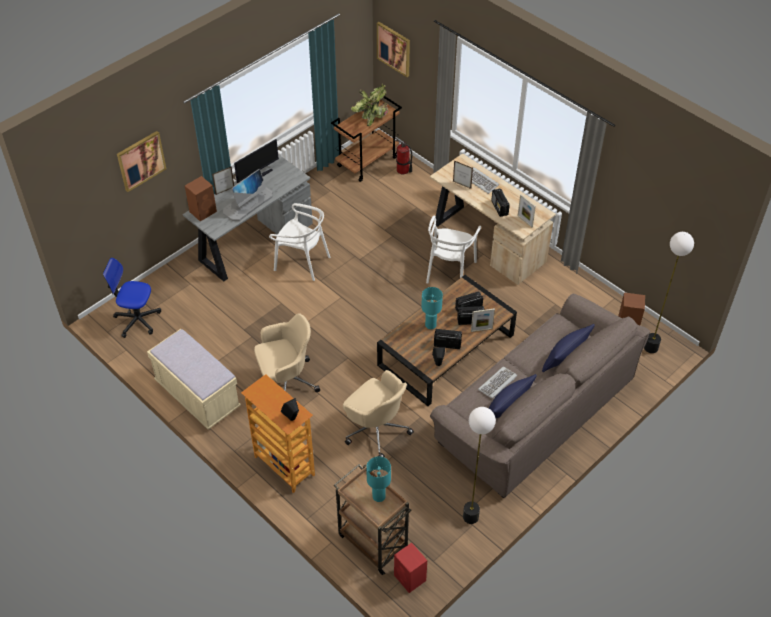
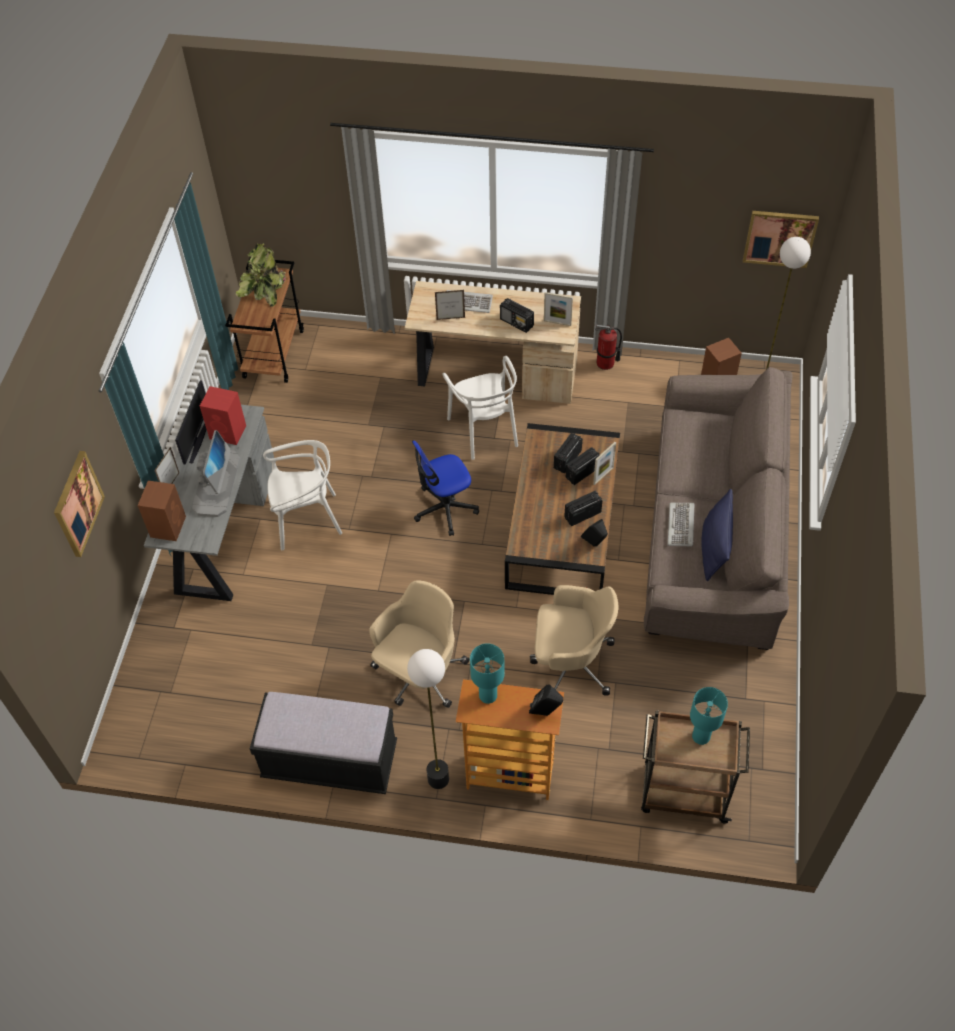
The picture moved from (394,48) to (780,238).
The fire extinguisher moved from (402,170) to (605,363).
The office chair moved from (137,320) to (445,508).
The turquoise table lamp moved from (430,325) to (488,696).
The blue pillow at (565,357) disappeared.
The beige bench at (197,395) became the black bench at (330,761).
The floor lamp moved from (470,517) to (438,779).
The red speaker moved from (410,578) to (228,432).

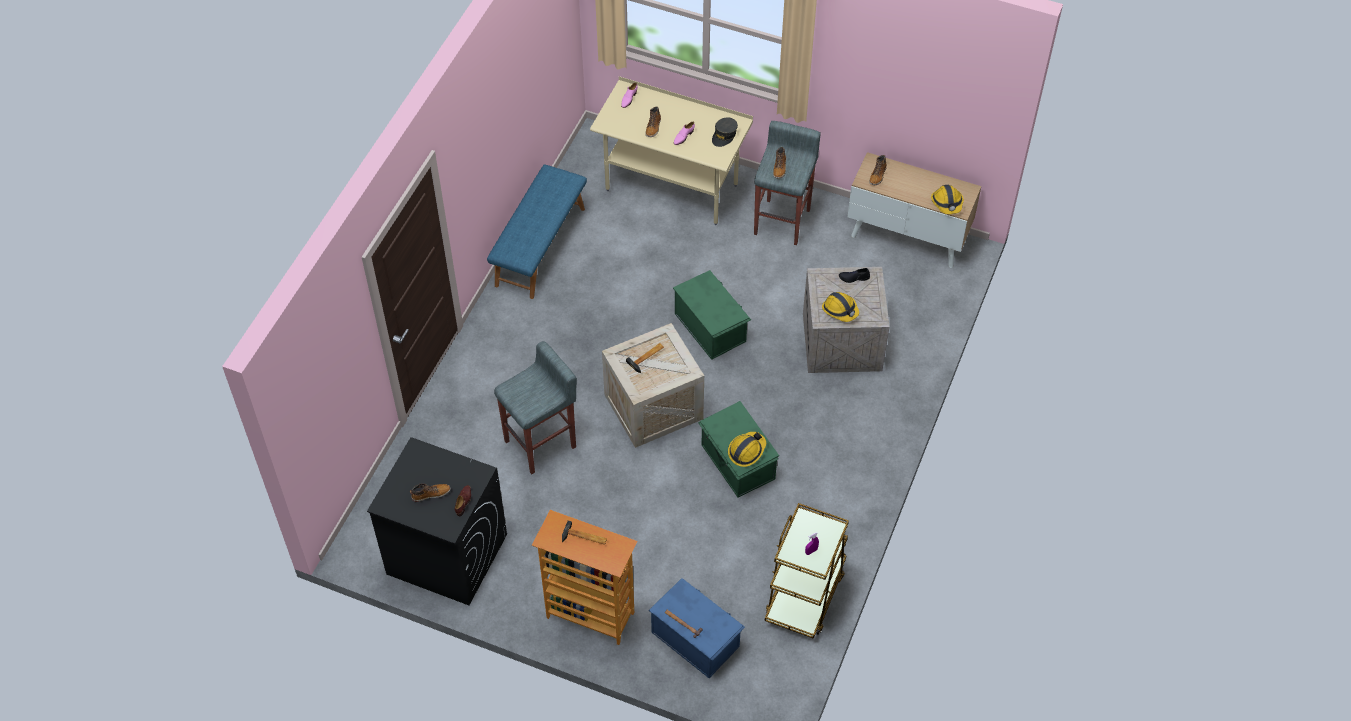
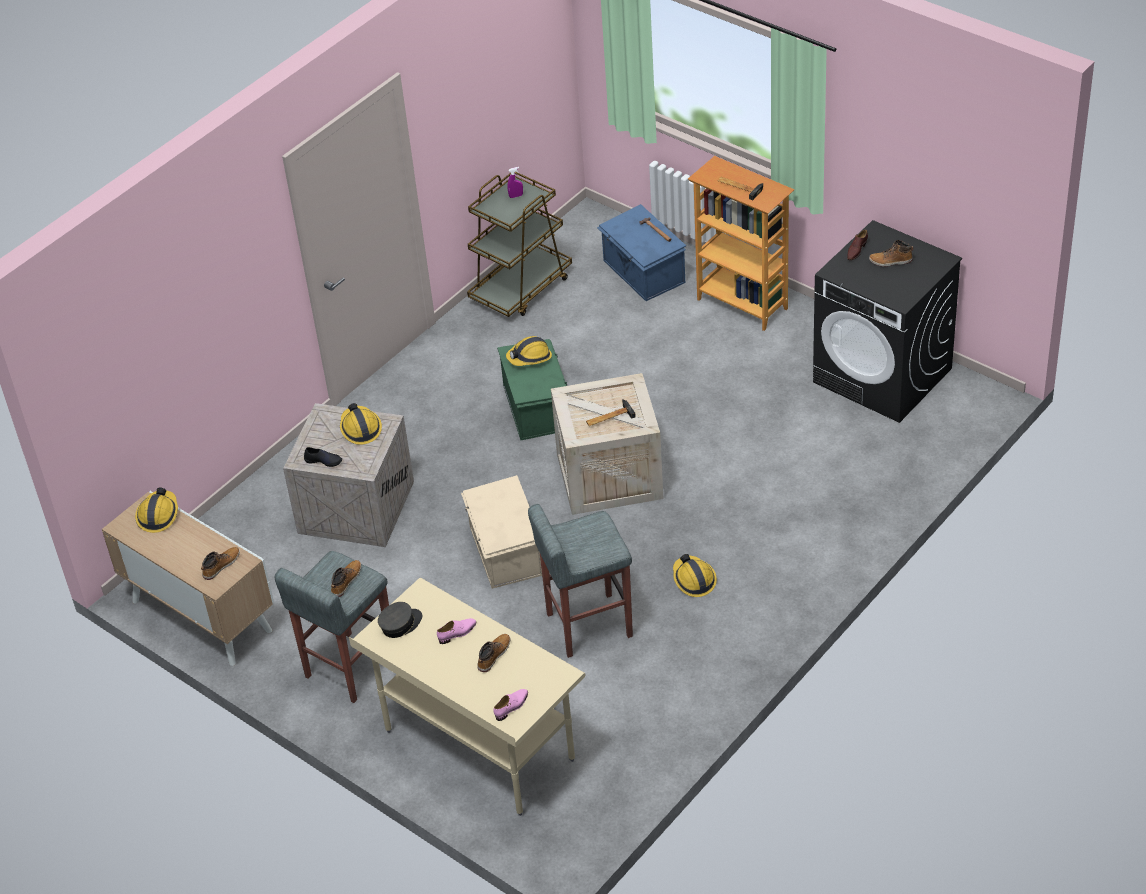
The blue bench at (539,246) disappeared.
The green storage box at (710,326) became the beige storage box at (505,552).
The grey stool moved from (541,444) to (587,625).
The hard hat at (693,580) appeared.

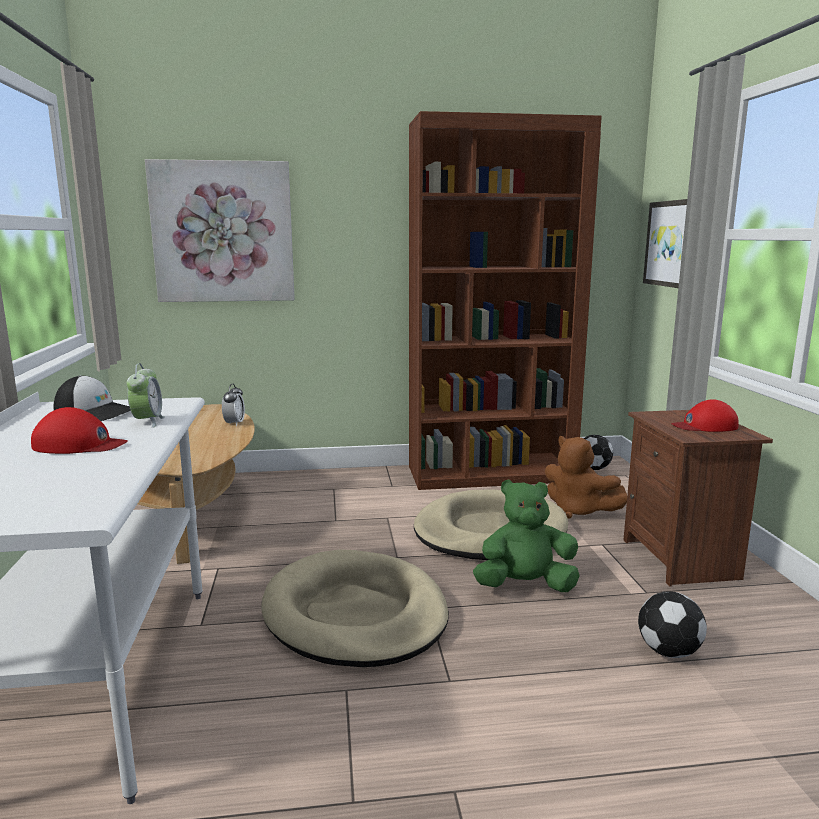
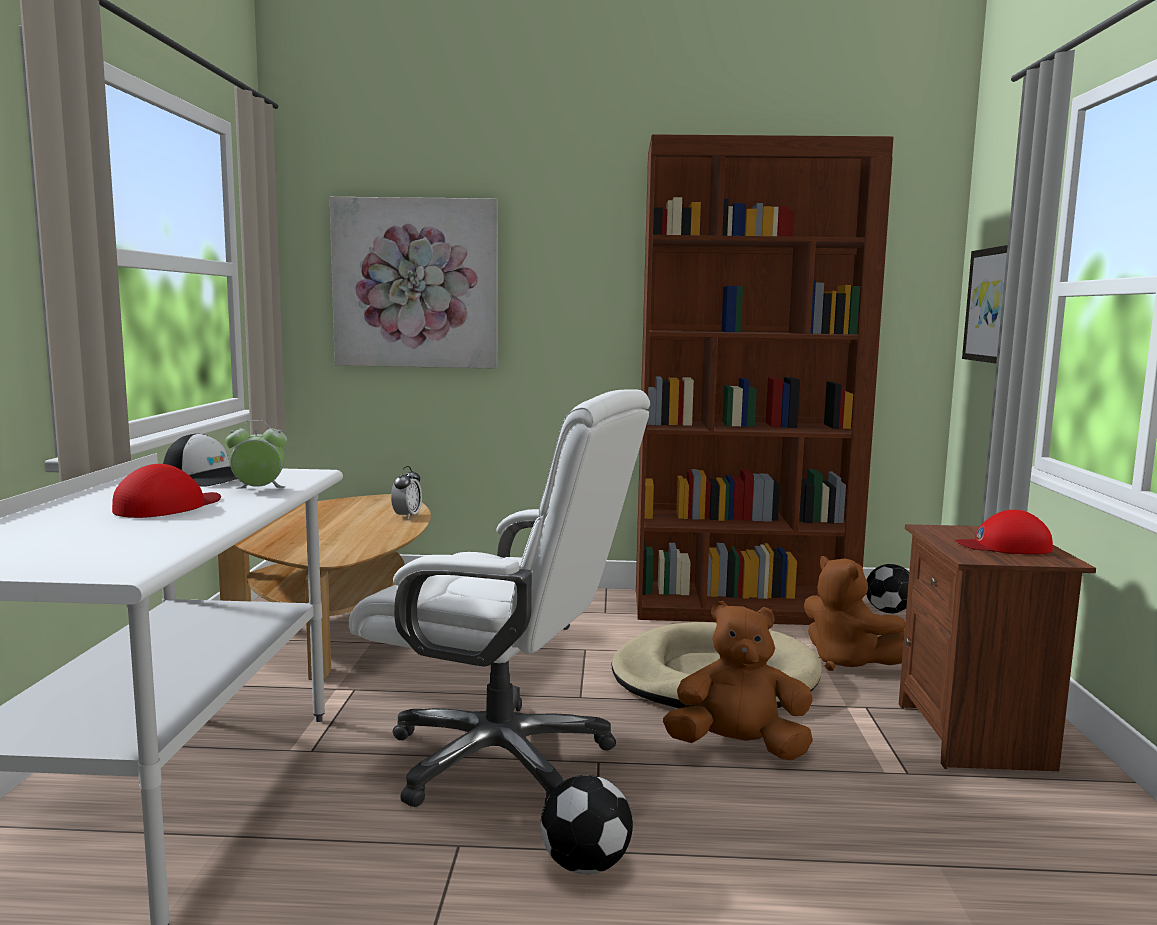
The alarm clock at (147,422) turned 105 degrees counterclockwise.
The red cap at (79,445) turned 75 degrees counterclockwise.
The green plush toy at (525,586) became the brown plush toy at (738,748).
The beige dog bed at (355,614) was replaced by the white office chair at (502,759).
The football moved from (667,652) to (584,865).

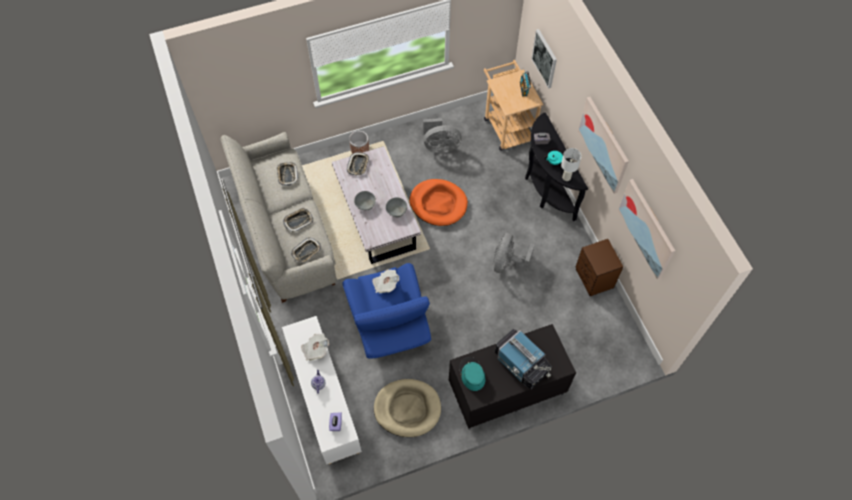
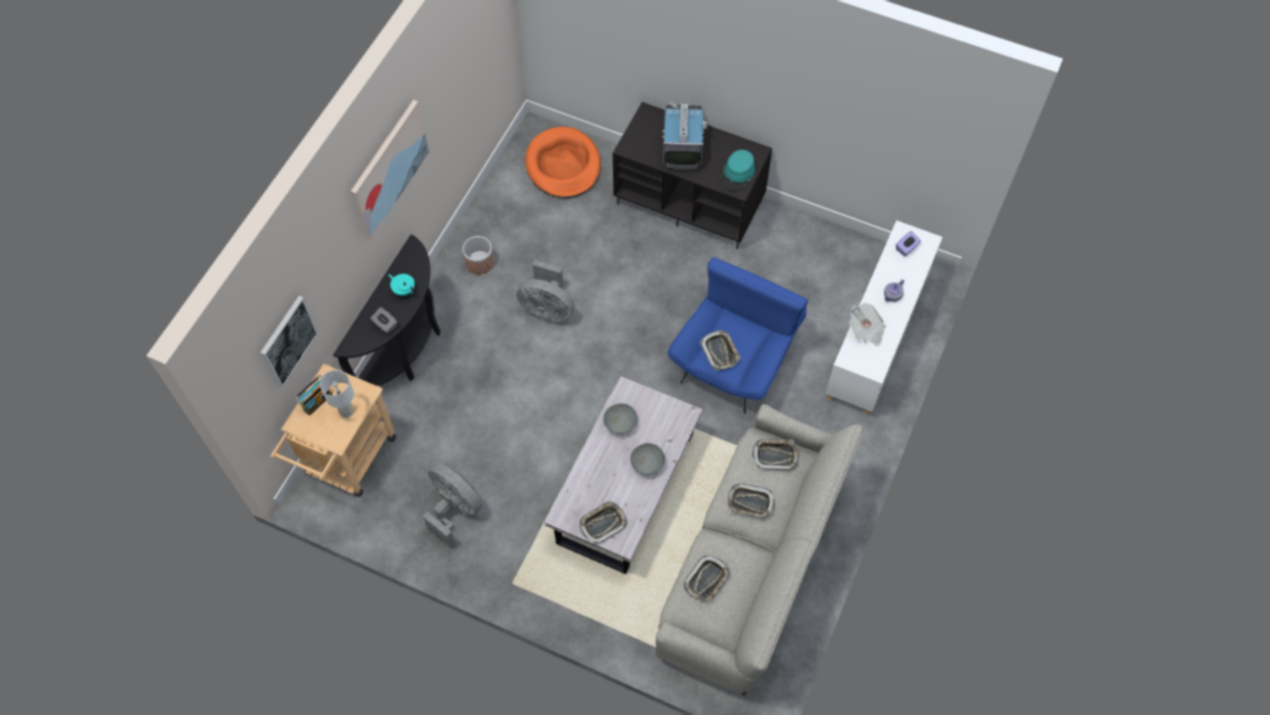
The planter moved from (359,148) to (480,262).
The white table lamp moved from (566,177) to (347,411).
The orange dog bed moved from (438,204) to (563,165).
The picture at (647,228) disappeared.
The grey fan at (507,263) turned 45 degrees clockwise.
The brown nightstand at (594,279) disappeared.
The newspaper at (385,284) was replaced by the tray at (720,352).
The beige dog bed at (407,408) disappeared.

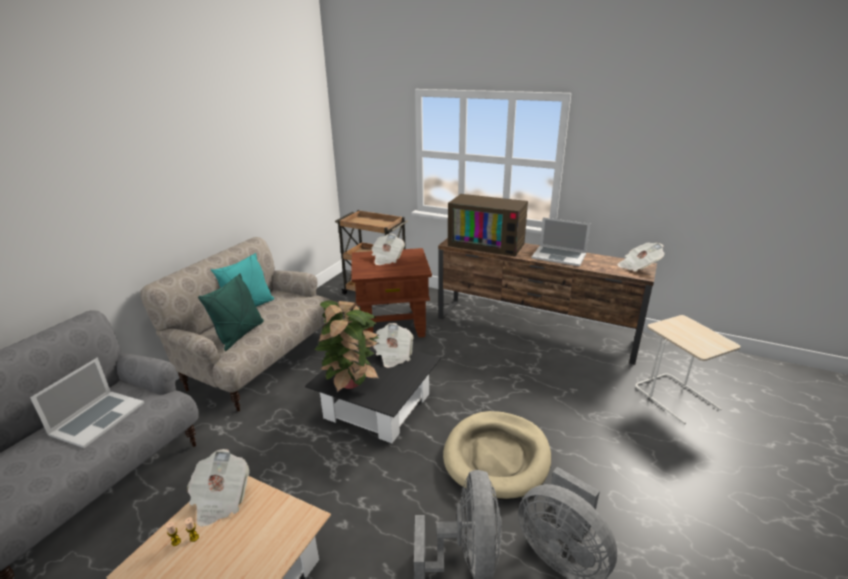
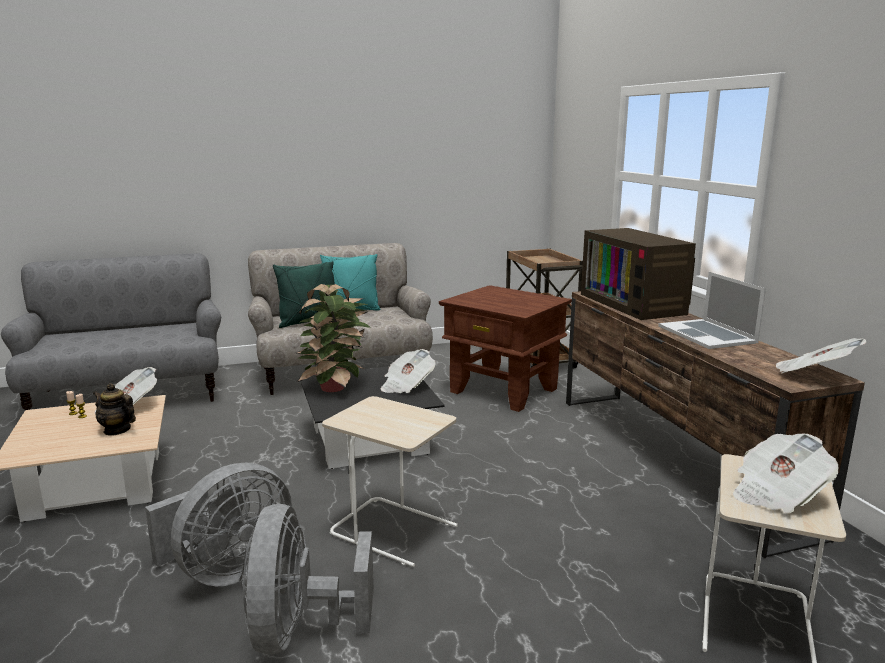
The newspaper moved from (387,258) to (777,494).
The laptop at (97,418) disappeared.
The beige dog bed at (497,457) was replaced by the beige side table at (394,530).
The teapot at (117,430) appeared.

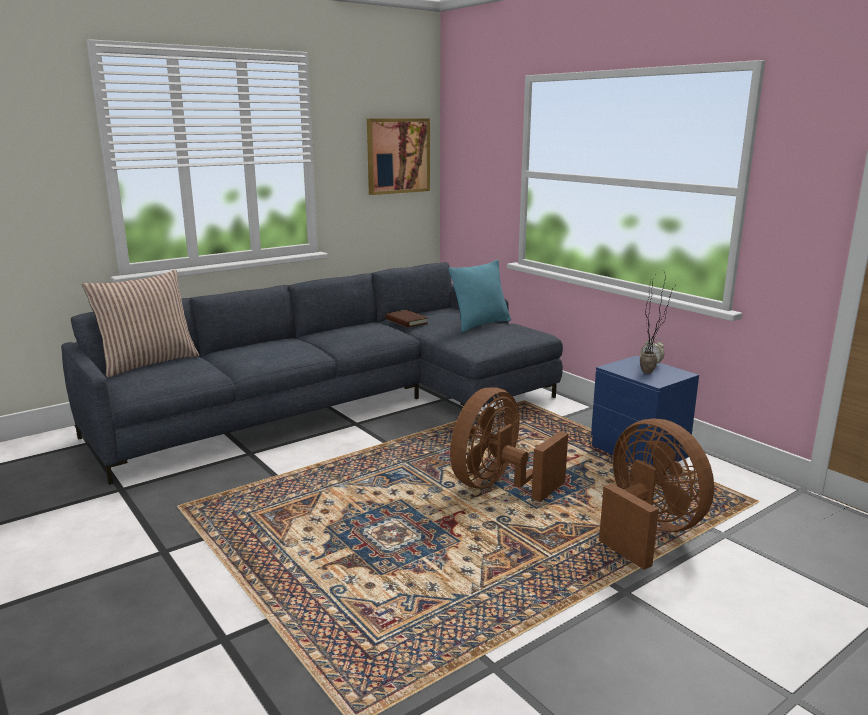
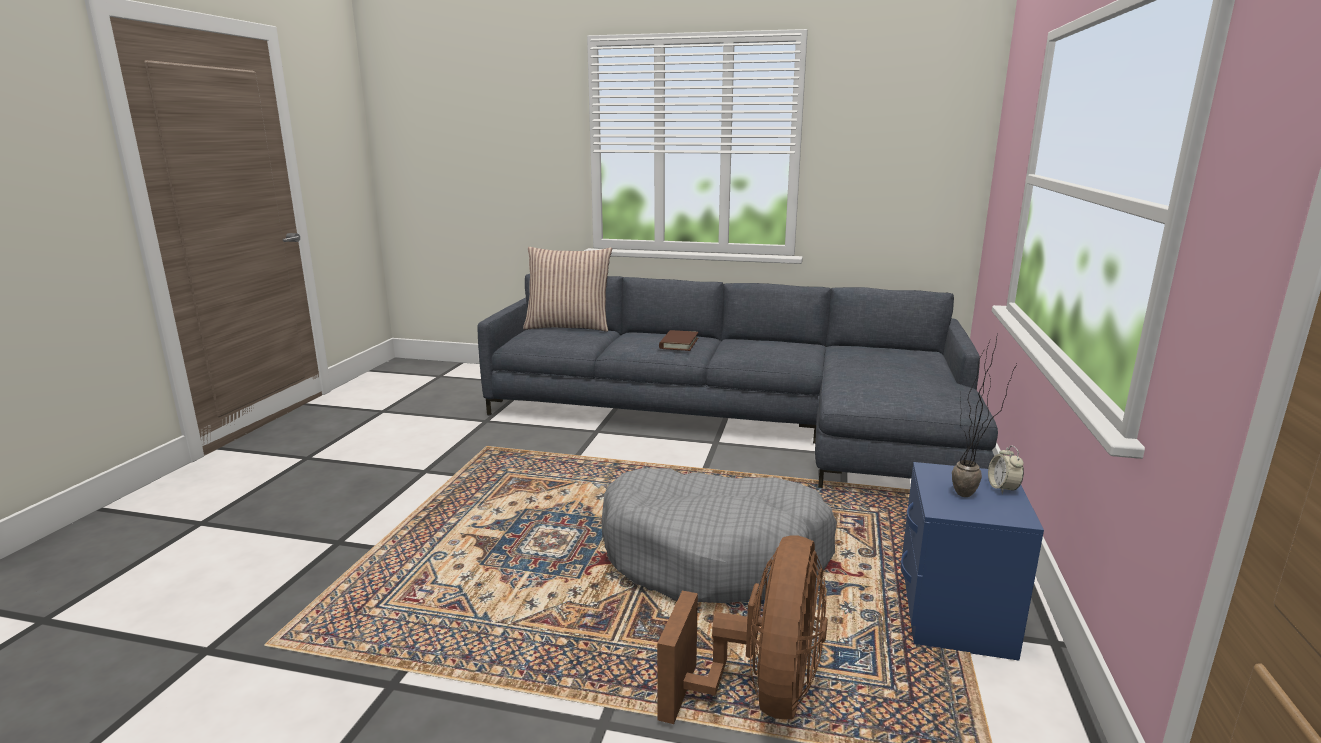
The picture at (398,156) disappeared.
The turquoise pillow at (480,324) disappeared.
The brown book moved from (406,321) to (679,343).
The brown fan at (498,486) was replaced by the grey dog bed at (714,555).

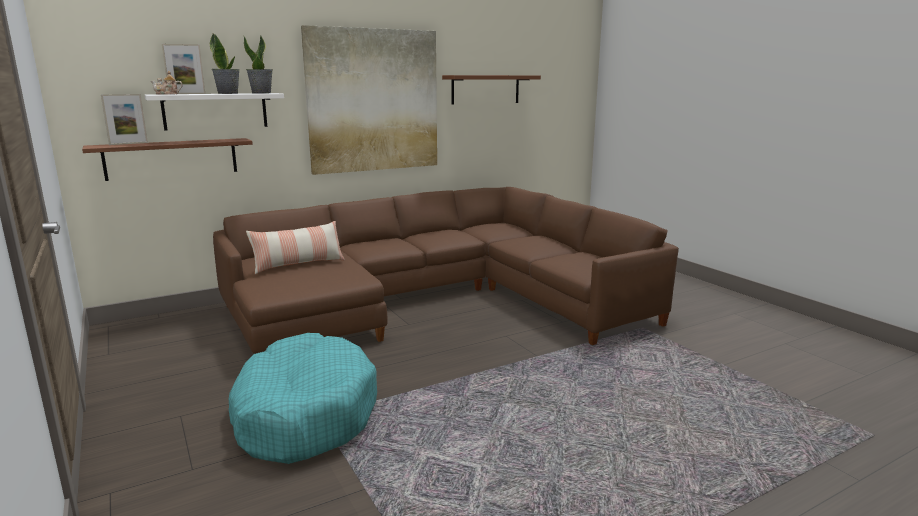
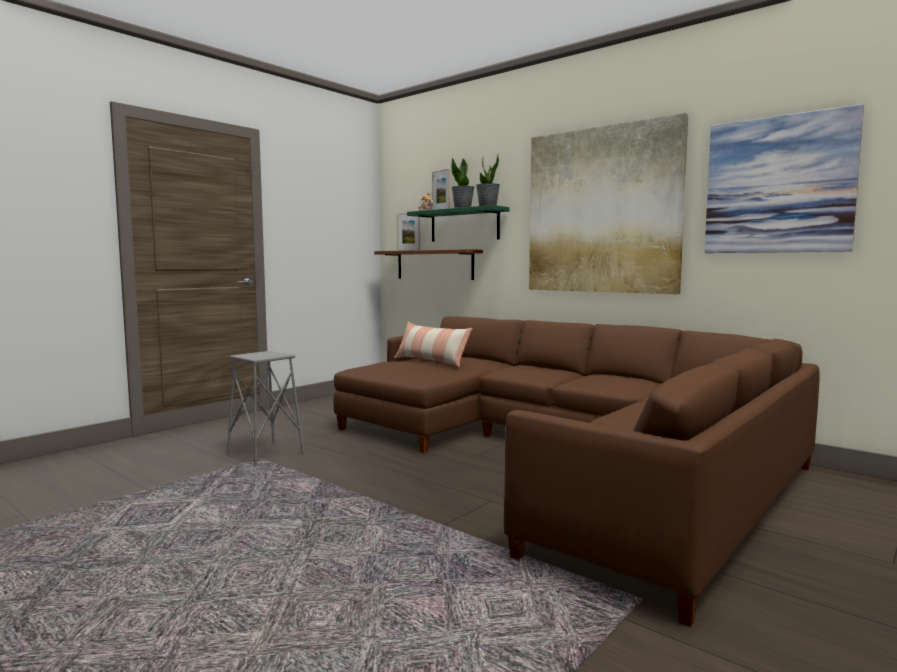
The brown shelf at (485,89) was replaced by the picture at (778,185).
The white shelf at (215,111) became the green shelf at (464,225).
The turquoise dog bed at (304,414) was replaced by the grey stool at (265,454).

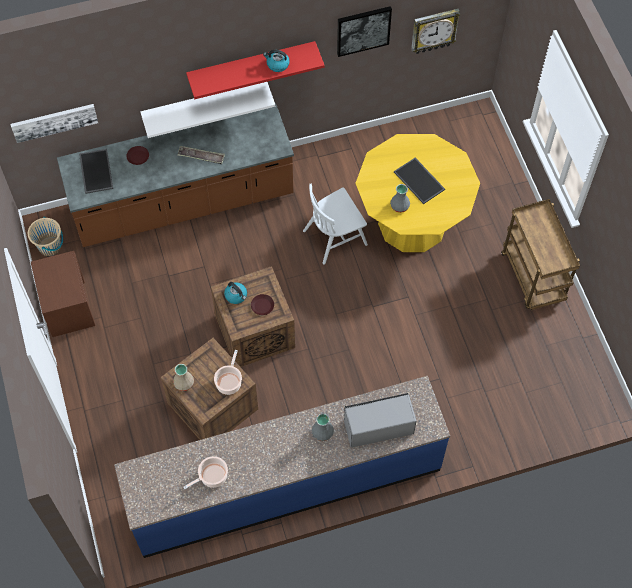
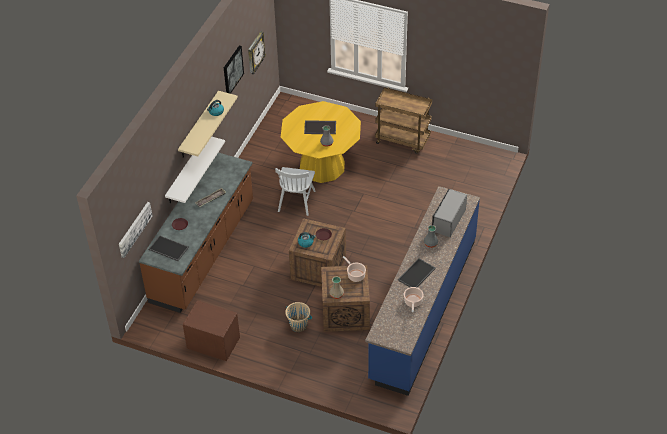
The red shelf at (251,64) became the beige shelf at (199,125).
The beige bucket moved from (50,246) to (298,325).
The tray at (417,274) appeared.

